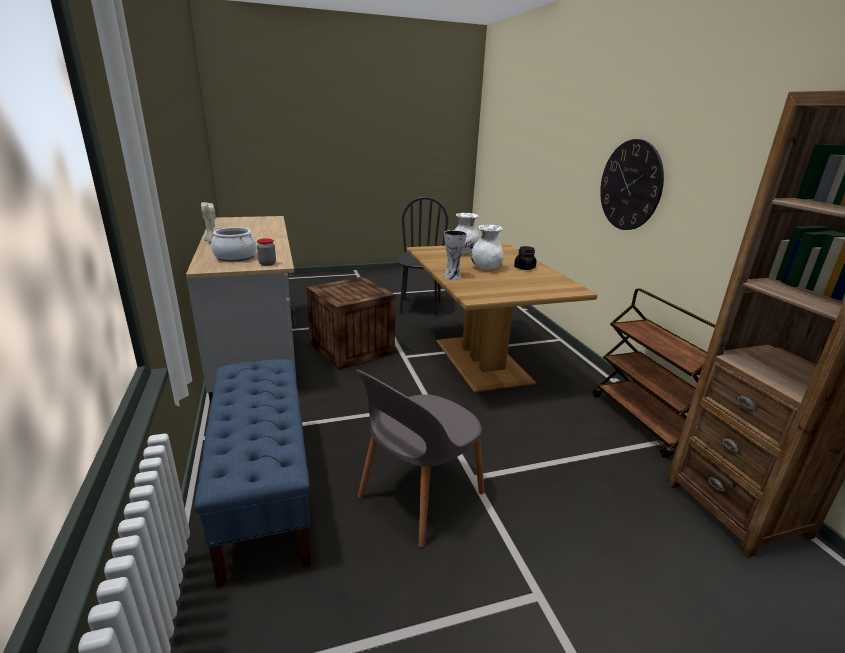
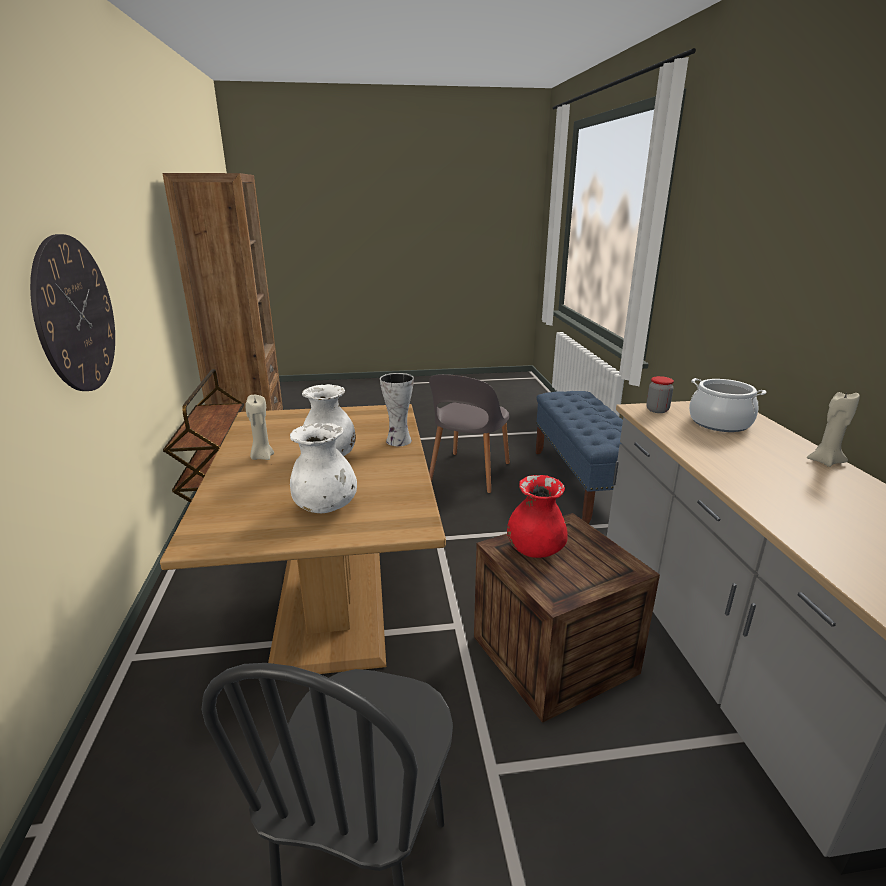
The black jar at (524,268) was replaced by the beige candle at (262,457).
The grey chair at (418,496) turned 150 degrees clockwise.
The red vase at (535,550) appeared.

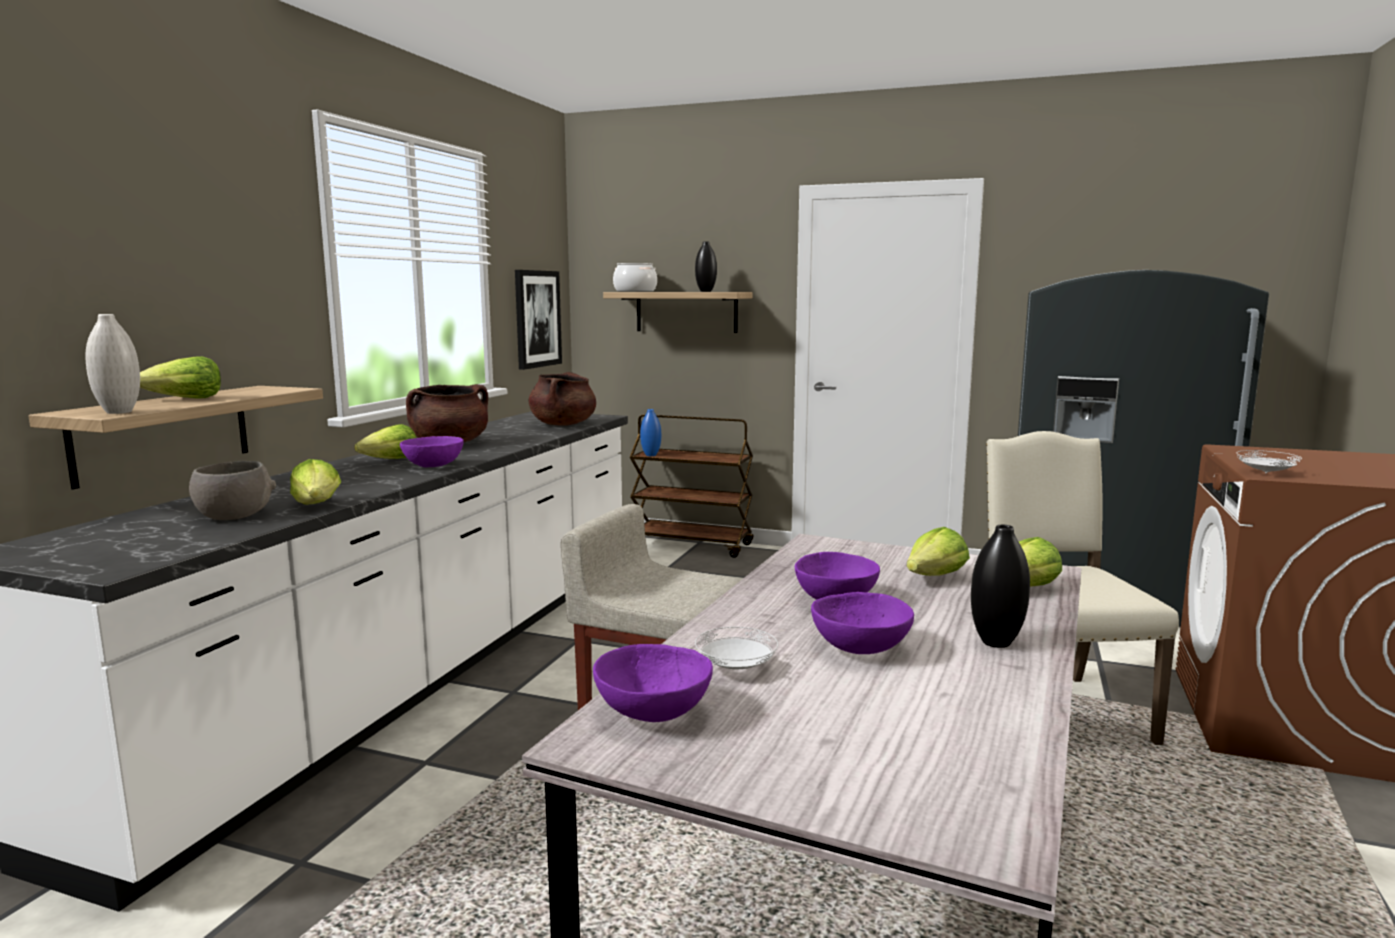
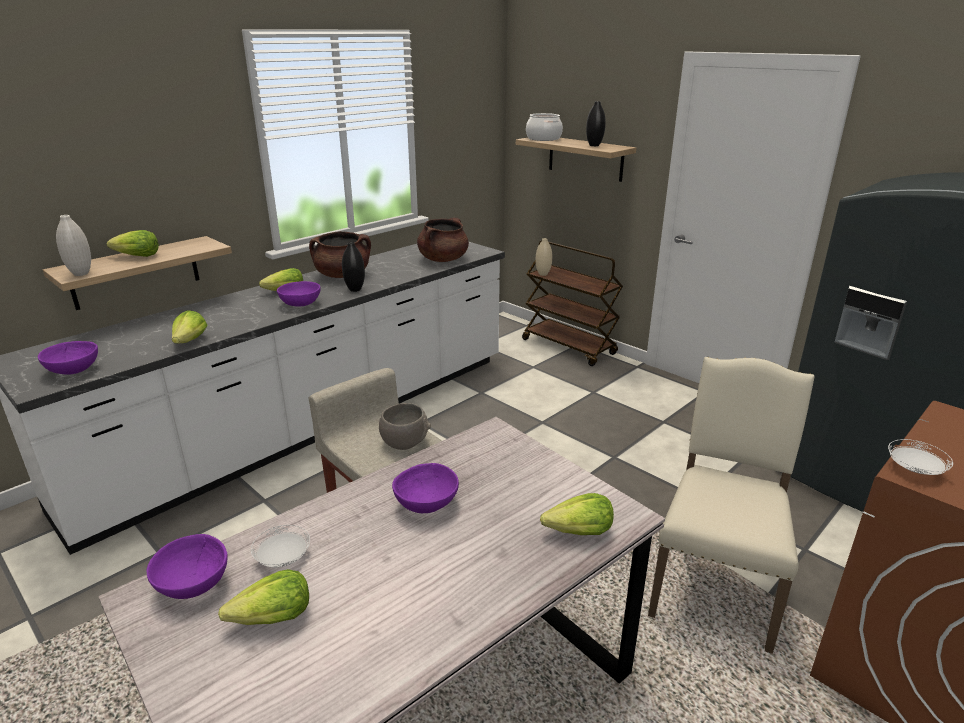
The picture at (537,319) disappeared.
The blue vase at (651,455) became the beige vase at (543,274).
The grey bowl moved from (234,515) to (404,442).
The black vase moved from (996,642) to (355,290).
The lettuce moved from (935,577) to (273,618).
The purple bowl moved from (859,649) to (73,370).

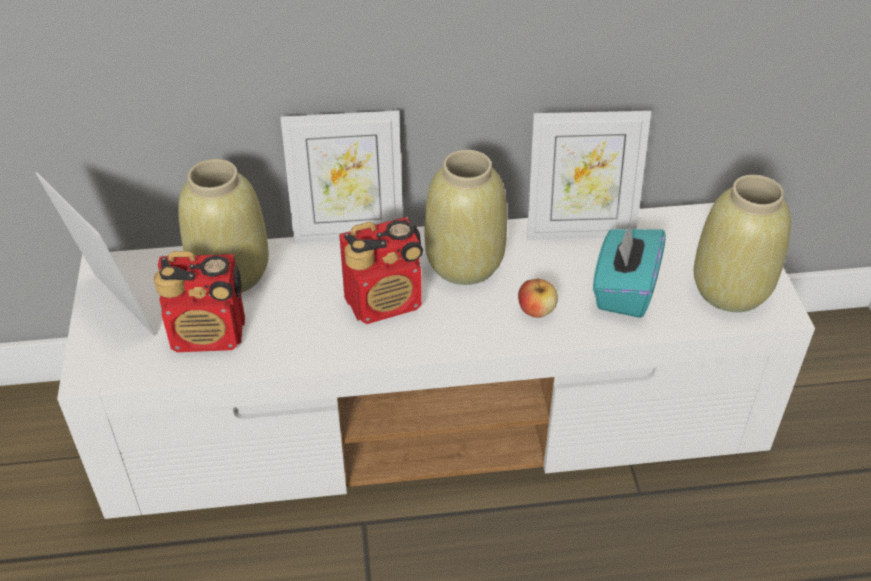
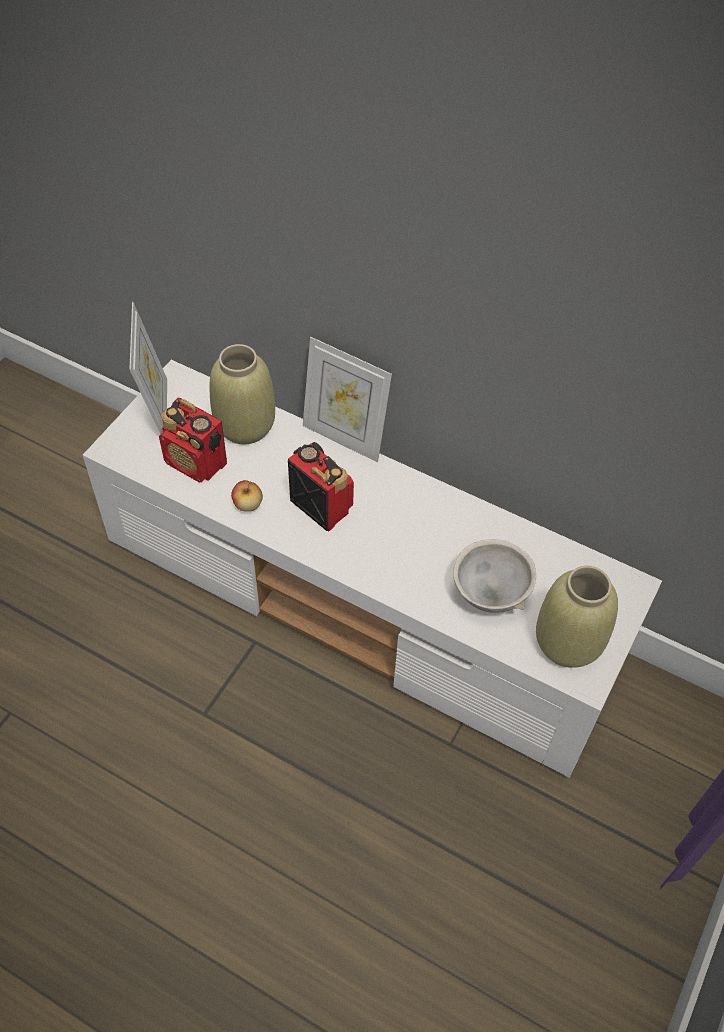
The picture frame at (579,230) disappeared.
The beige vase at (465,264) disappeared.
The radio at (385,302) turned 150 degrees counterclockwise.
The turquoise tissue box at (624,290) was replaced by the grey bowl at (489,594).
The apple moved from (536,310) to (248,504).

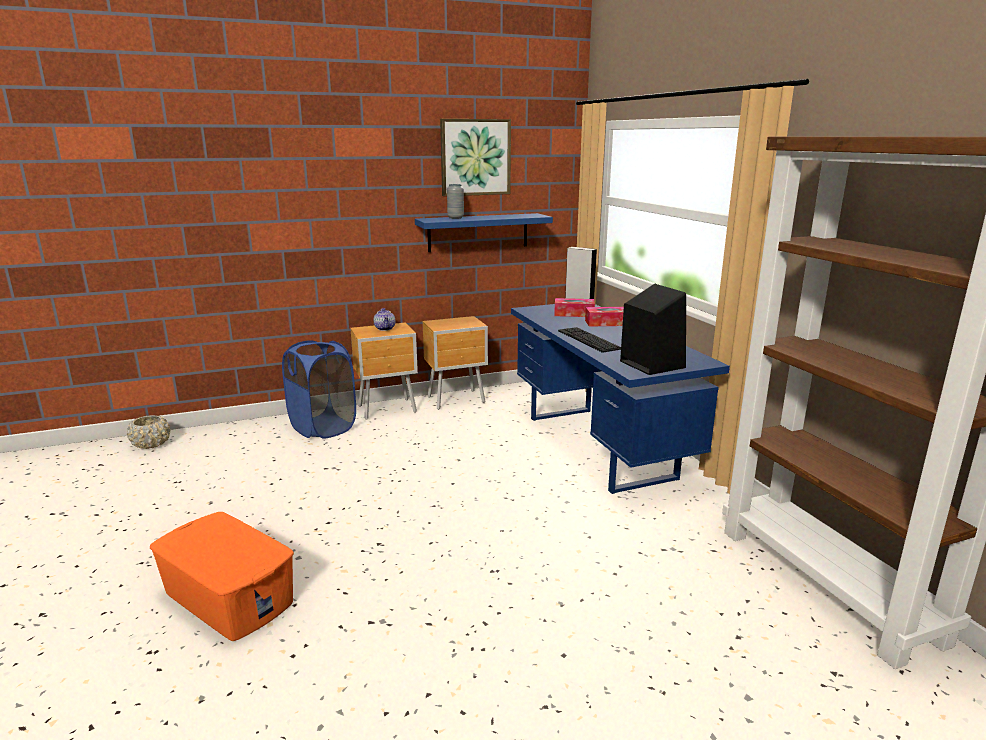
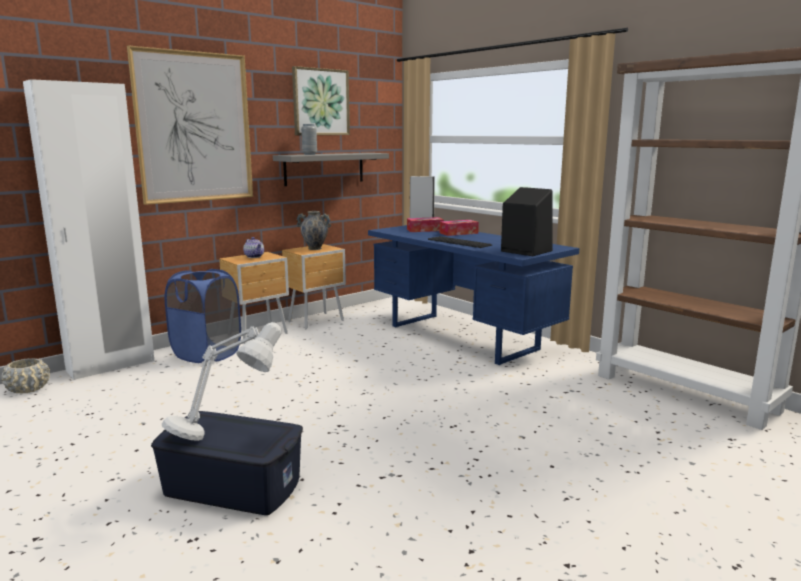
The blue shelf at (478,232) became the grey shelf at (324,168).
The orange storage box at (229,597) became the blue storage box at (233,486).
The picture at (194,127) appeared.
The white wardrobe at (111,366) appeared.
The vase at (314,248) appeared.
The grey table lamp at (225,436) appeared.

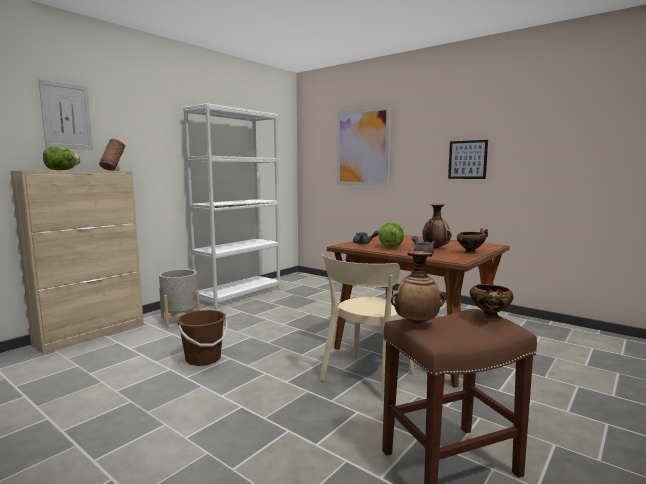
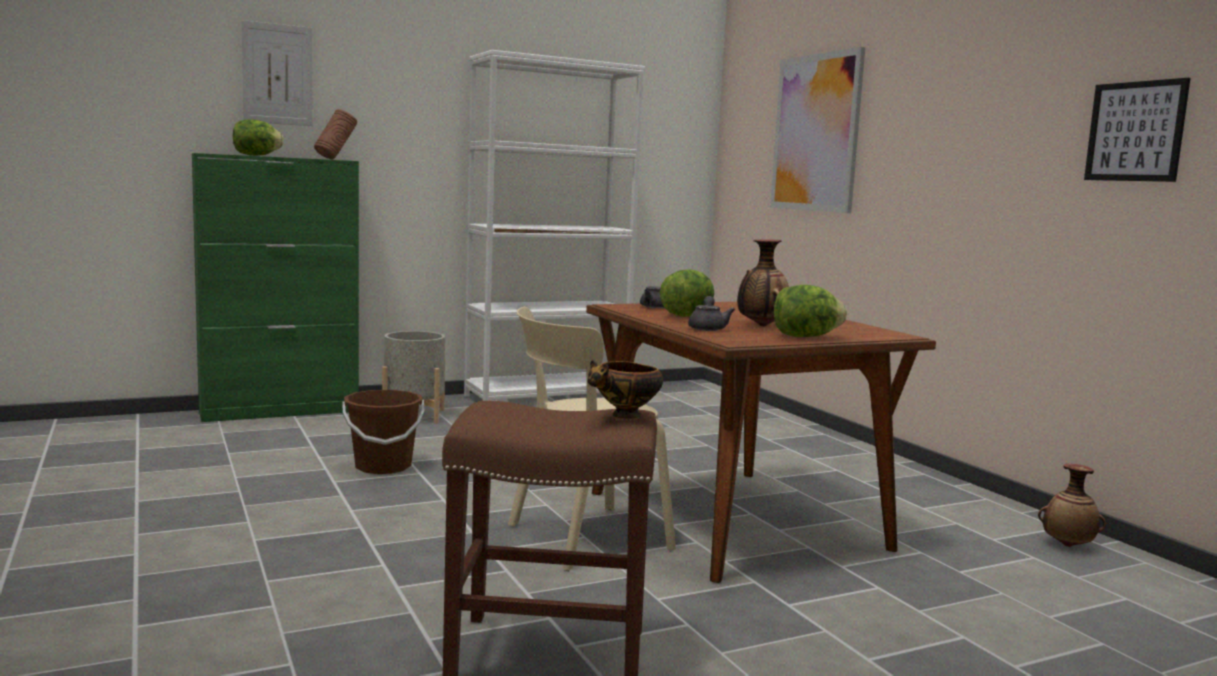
The picture moved from (467,159) to (1135,131).
The beige cabinet at (91,334) became the green cabinet at (280,411).
The bowl at (471,252) was replaced by the lettuce at (805,337).
The vase moved from (416,323) to (1068,545).

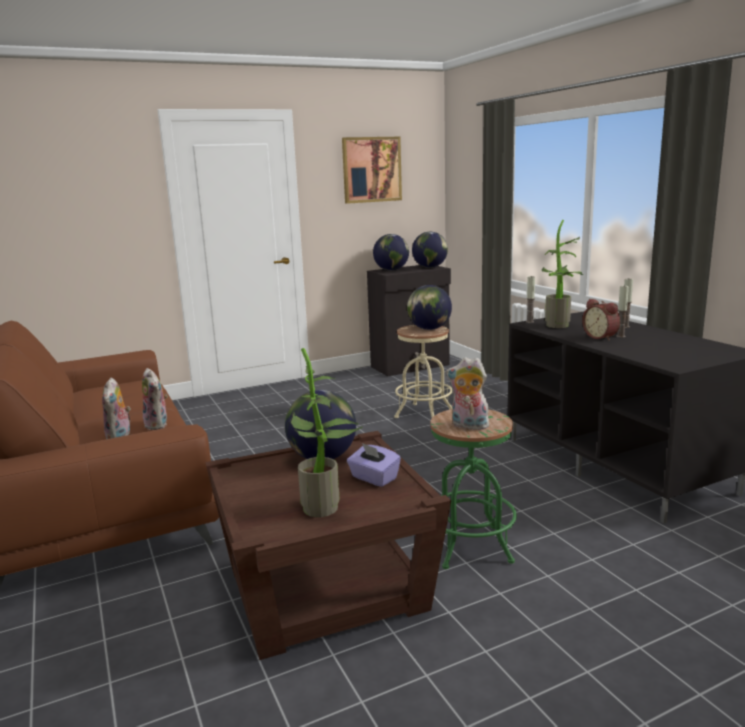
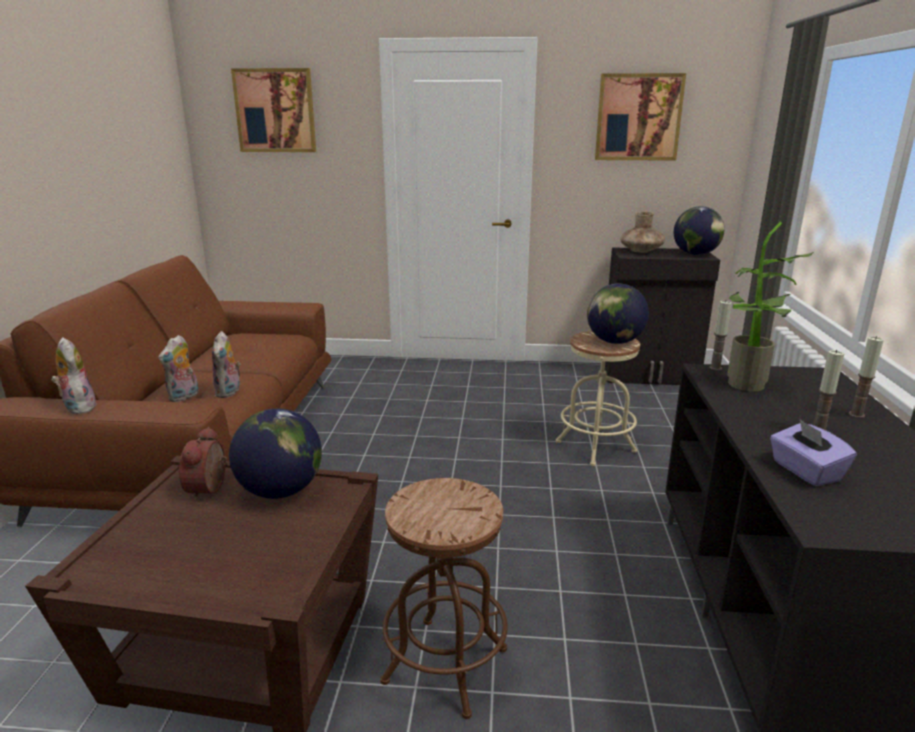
The globe at (391,270) was replaced by the brown vase at (641,251).
The alarm clock moved from (601,337) to (210,489).
The potted plant at (326,507) disappeared.
The plush toy moved from (468,426) to (78,407).
The green stool at (470,546) became the brown stool at (445,665).
The purple tissue box moved from (373,478) to (805,471).
The picture at (275,111) appeared.

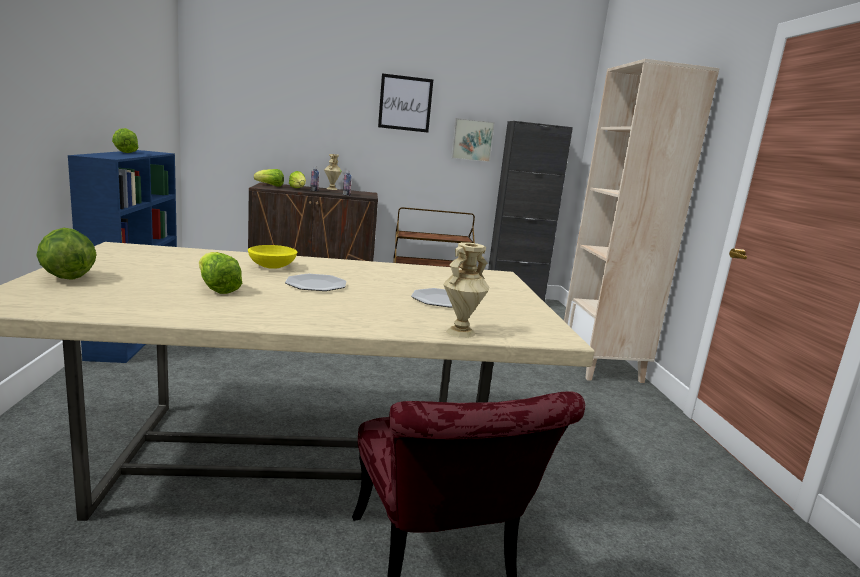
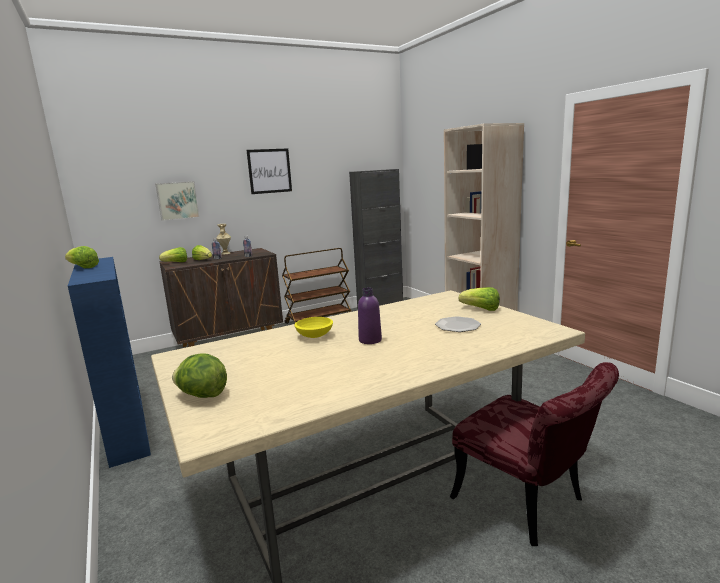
The picture moved from (472,140) to (177,200).
The beige vase at (461,332) disappeared.
The lettuce moved from (217,288) to (481,309).
The plate at (316,284) was replaced by the purple bottle at (370,340).

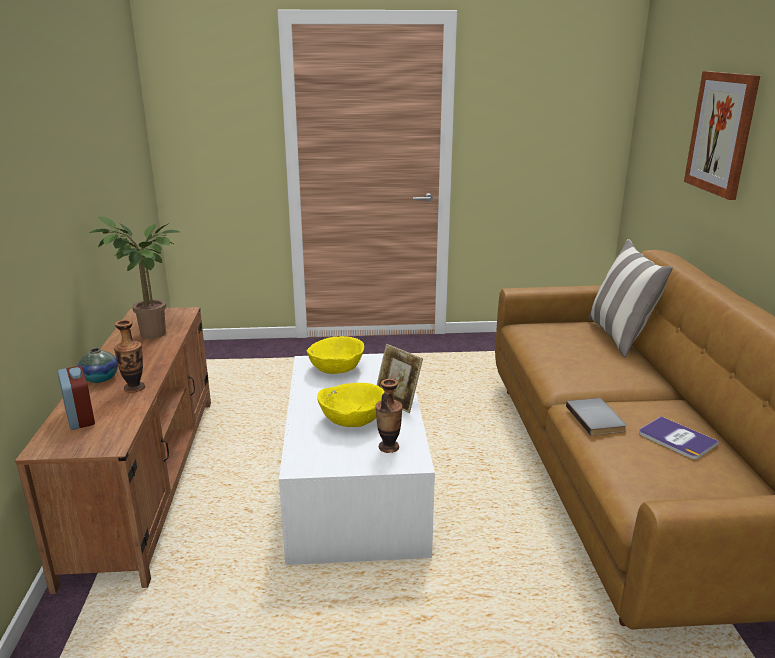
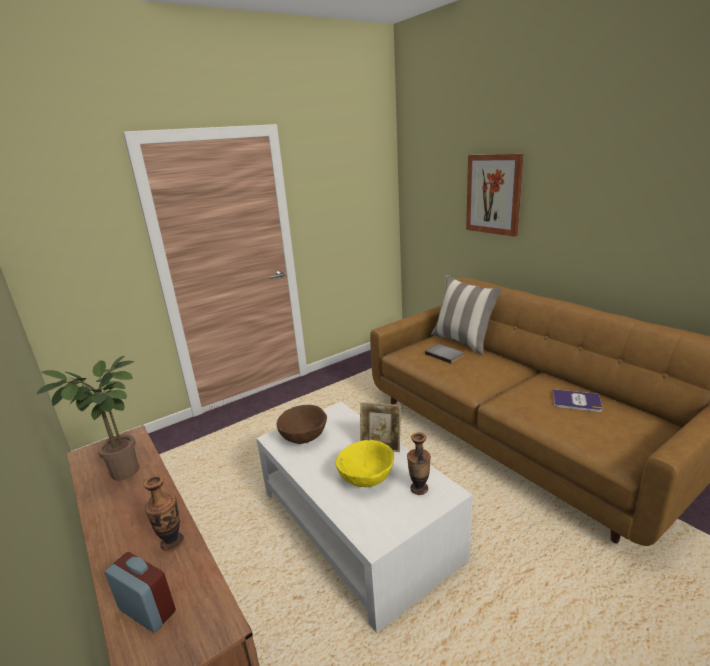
The yellow bowl at (335,368) became the brown bowl at (303,436).
The vase at (100,379) disappeared.
The grey book moved from (597,418) to (445,354).

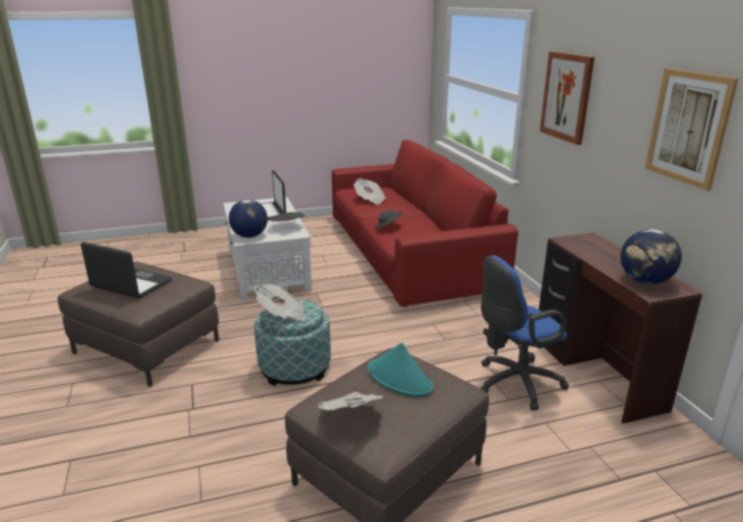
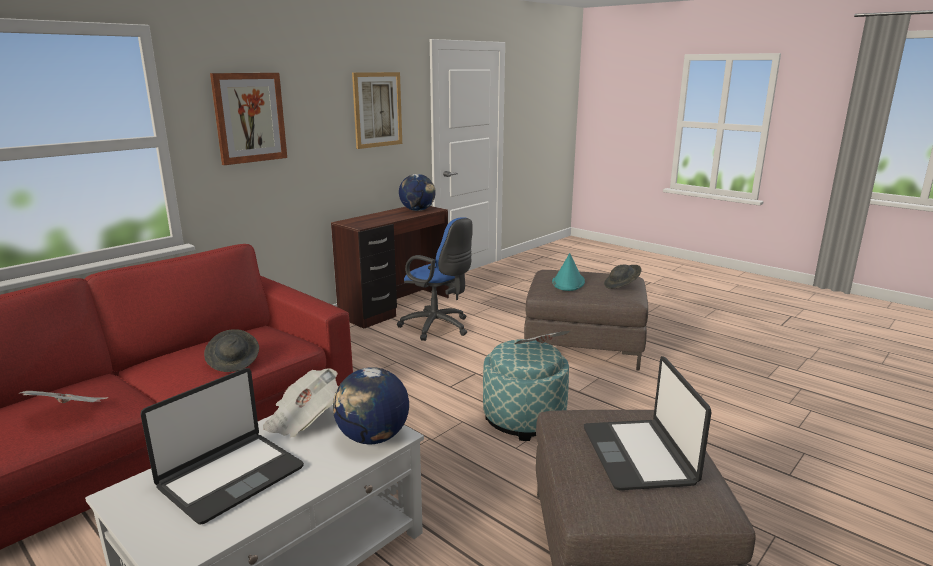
The newspaper at (350,415) was replaced by the grey hat at (622,286).

